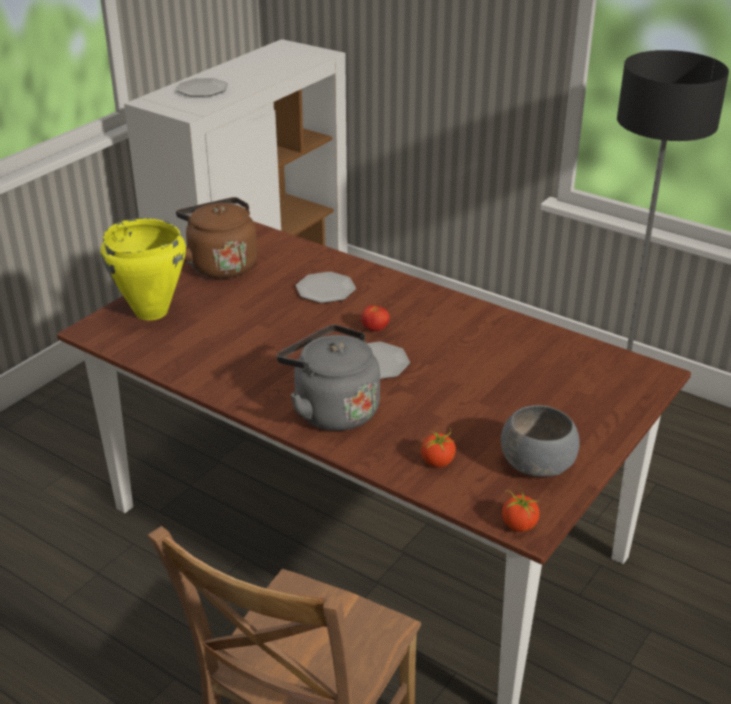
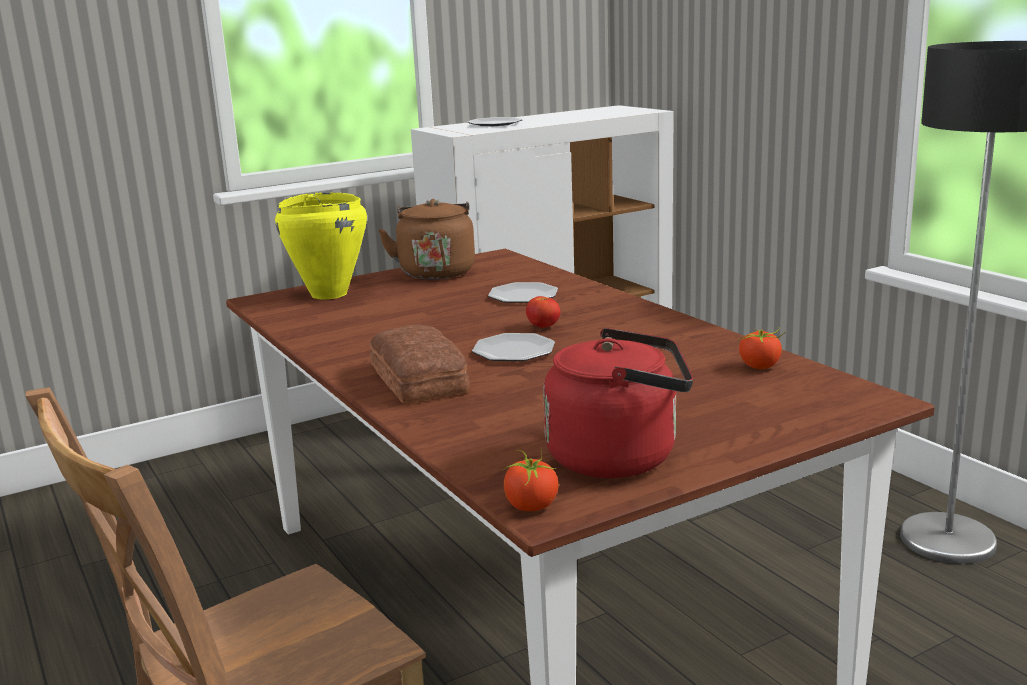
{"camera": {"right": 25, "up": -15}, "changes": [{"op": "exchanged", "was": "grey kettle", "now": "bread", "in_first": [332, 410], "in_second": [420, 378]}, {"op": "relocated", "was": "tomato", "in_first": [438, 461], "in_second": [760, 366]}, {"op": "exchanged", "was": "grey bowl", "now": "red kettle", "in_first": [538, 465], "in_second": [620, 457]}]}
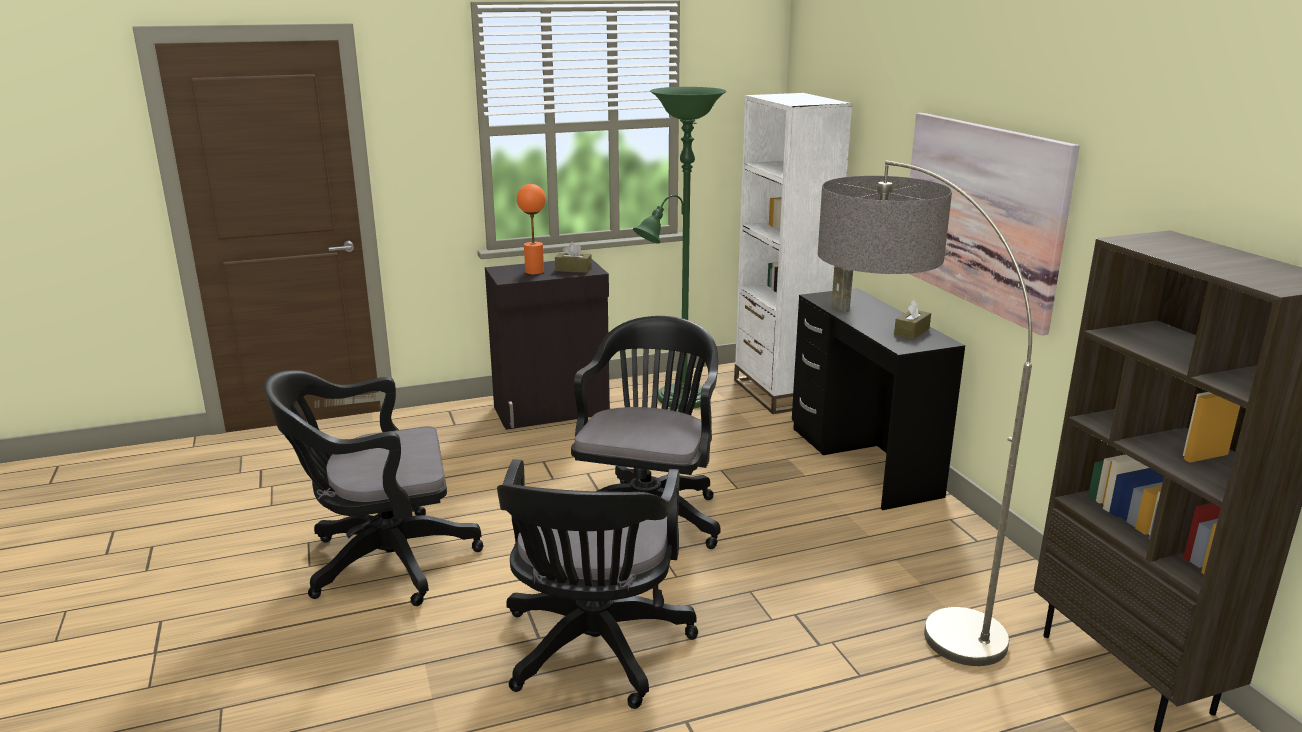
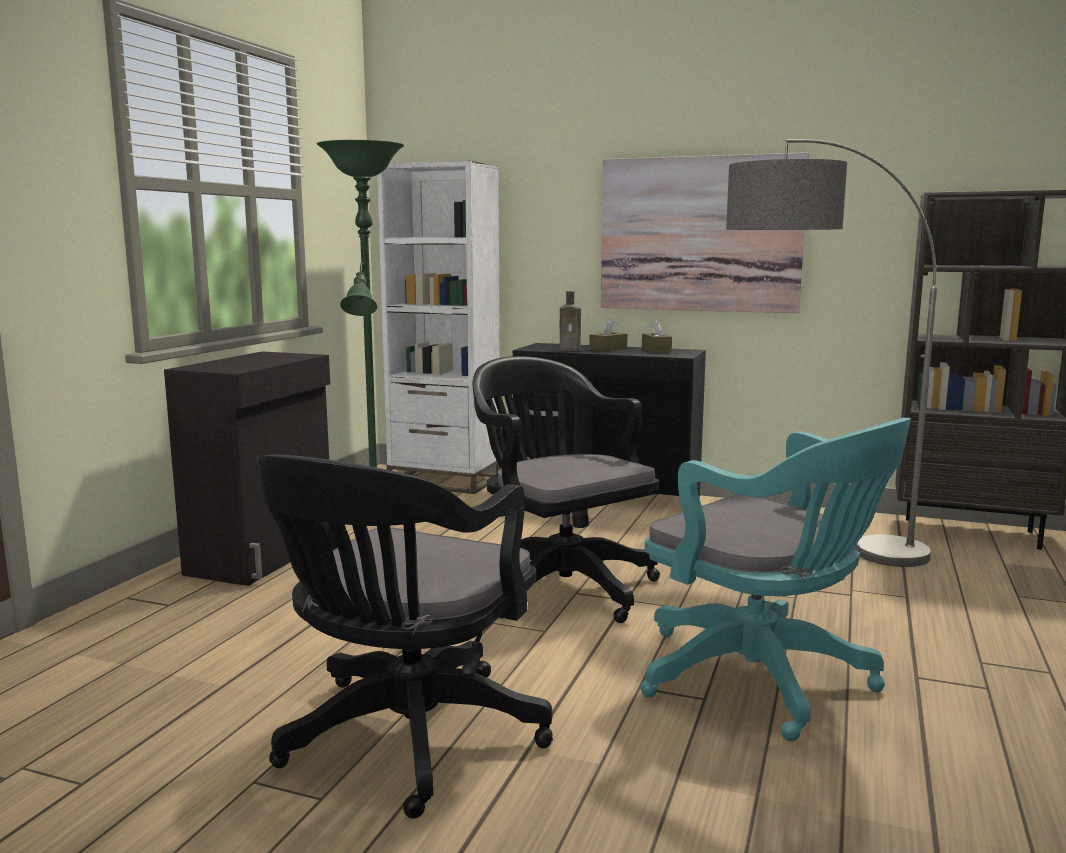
{"camera": {"right": -50, "up": -10}, "changes": [{"op": "colour", "was": "black office chair", "now": "turquoise office chair", "in_first": [594, 652], "in_second": [764, 681]}, {"op": "missing", "was": "orange table lamp", "in_first": [534, 272]}, {"op": "relocated", "was": "brown tissue box", "in_first": [573, 269], "in_second": [608, 349]}]}
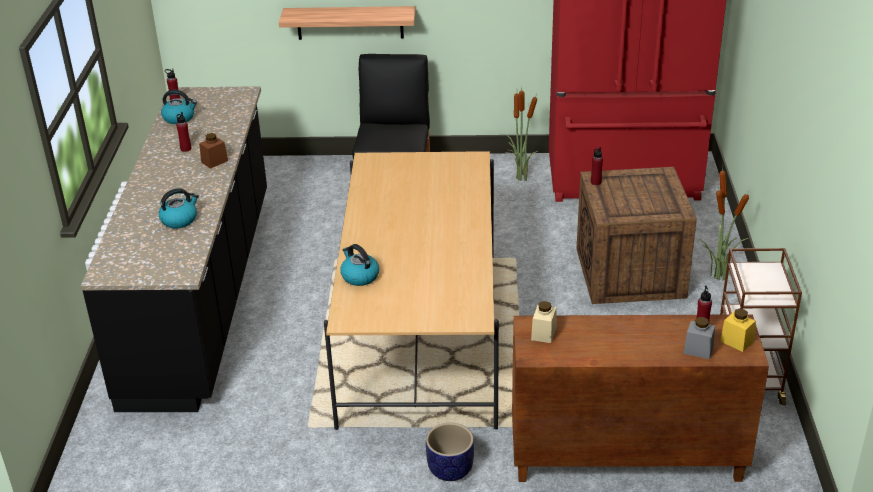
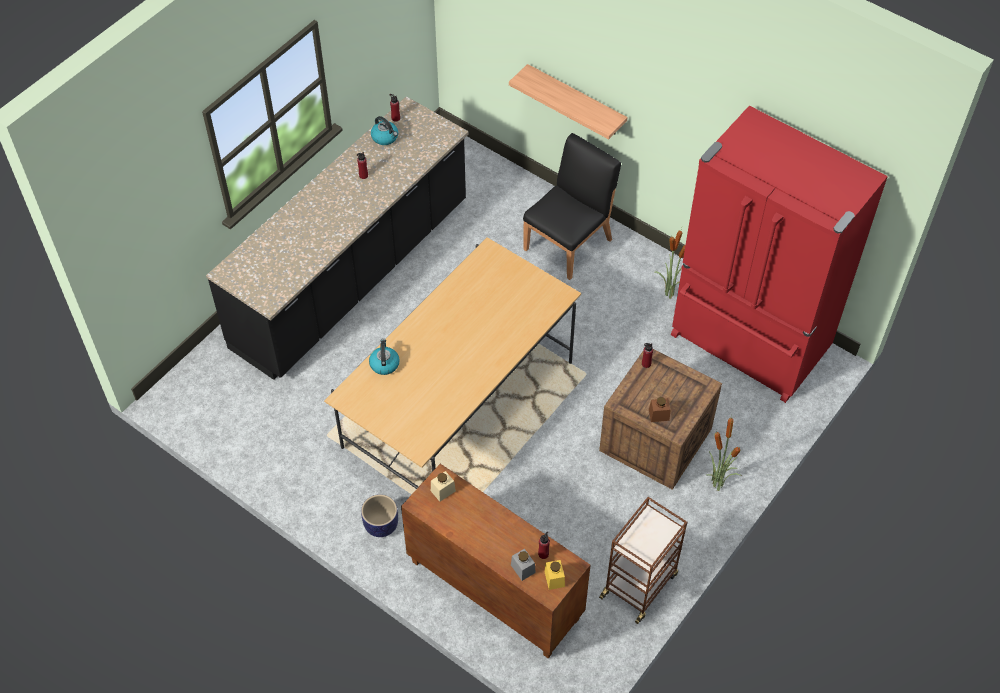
{"camera": {"right": 35, "up": 20}, "changes": [{"op": "missing", "was": "kettle", "in_first": [179, 220]}, {"op": "relocated", "was": "brown jar", "in_first": [214, 161], "in_second": [659, 415]}]}
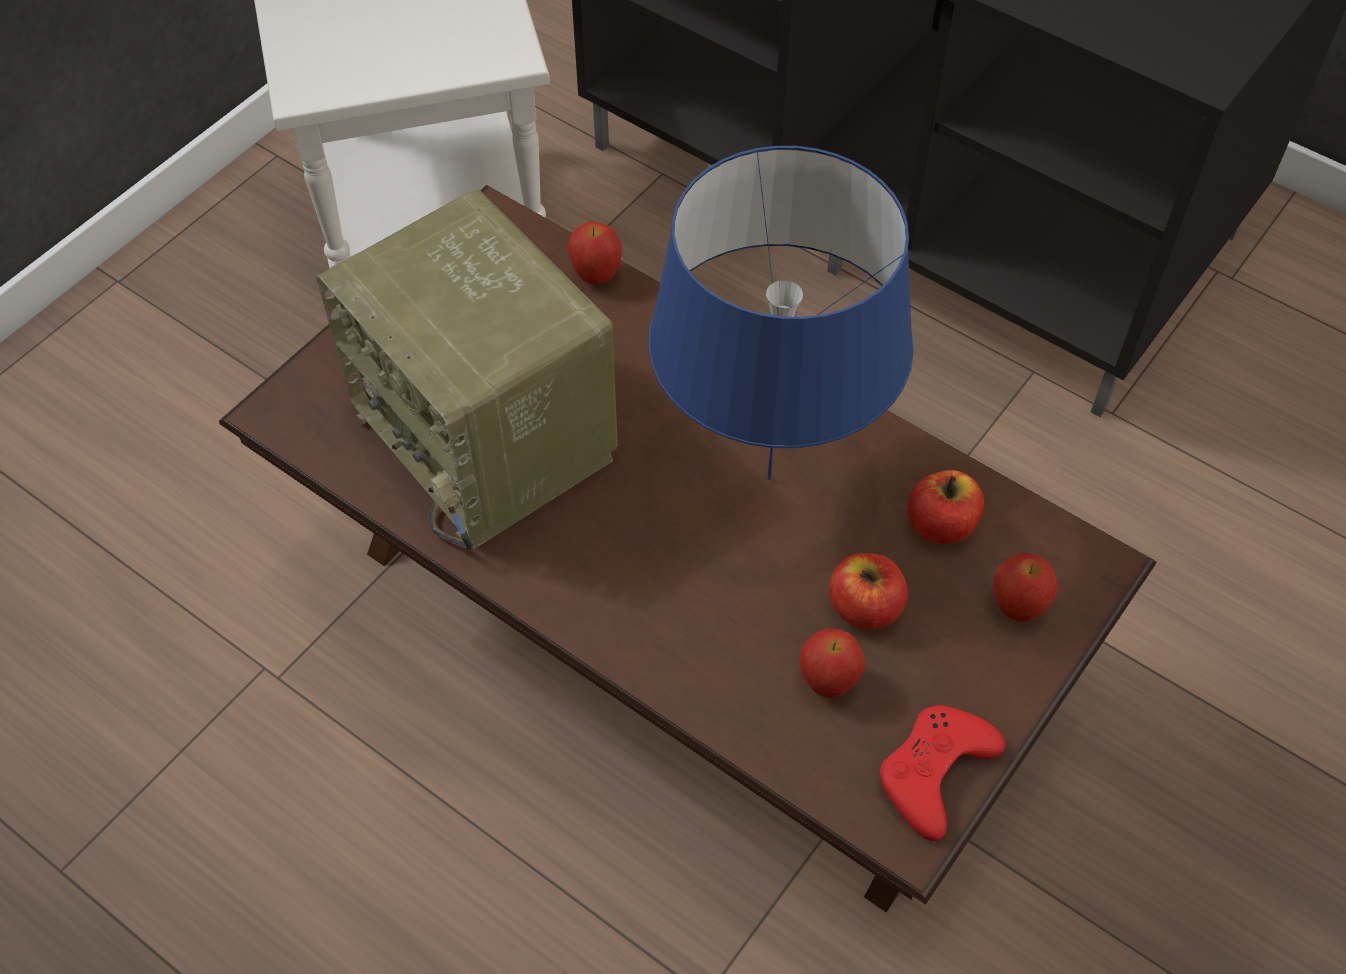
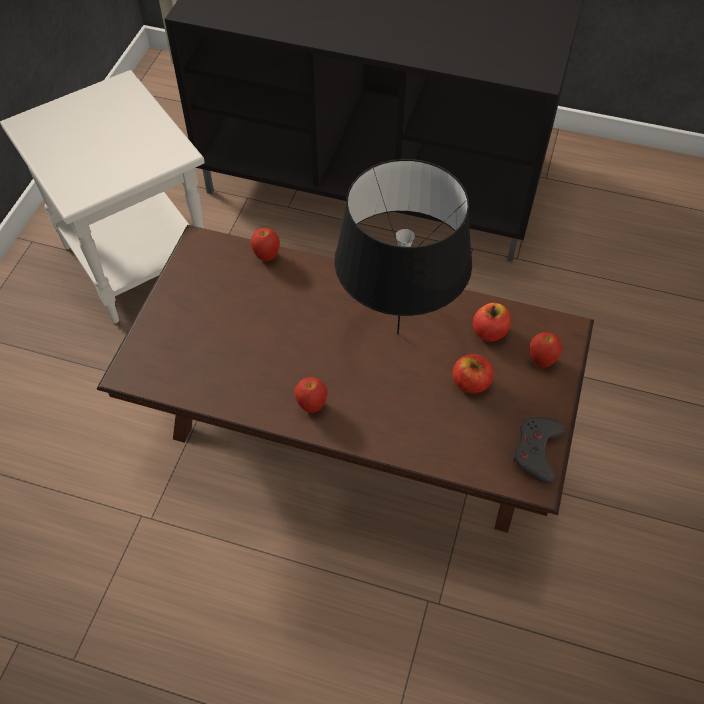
{"camera": {"right": -20, "up": 0}, "changes": [{"op": "missing", "was": "radio", "in_first": [490, 437]}, {"op": "colour", "was": "blue table lamp", "now": "black table lamp", "in_first": [769, 477], "in_second": [398, 333]}, {"op": "relocated", "was": "apple", "in_first": [828, 682], "in_second": [311, 405]}, {"op": "colour", "was": "red game controller", "now": "grey game controller", "in_first": [935, 773], "in_second": [537, 451]}]}
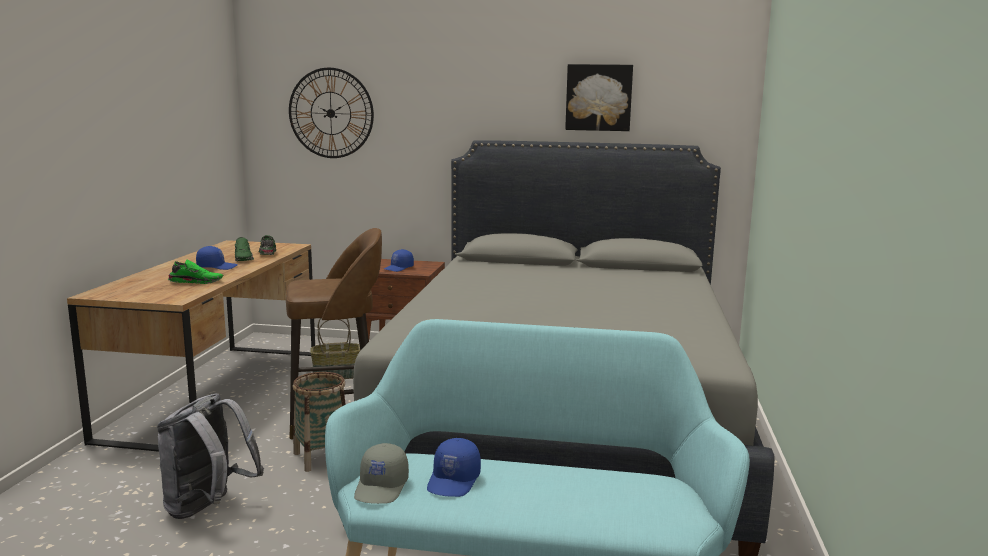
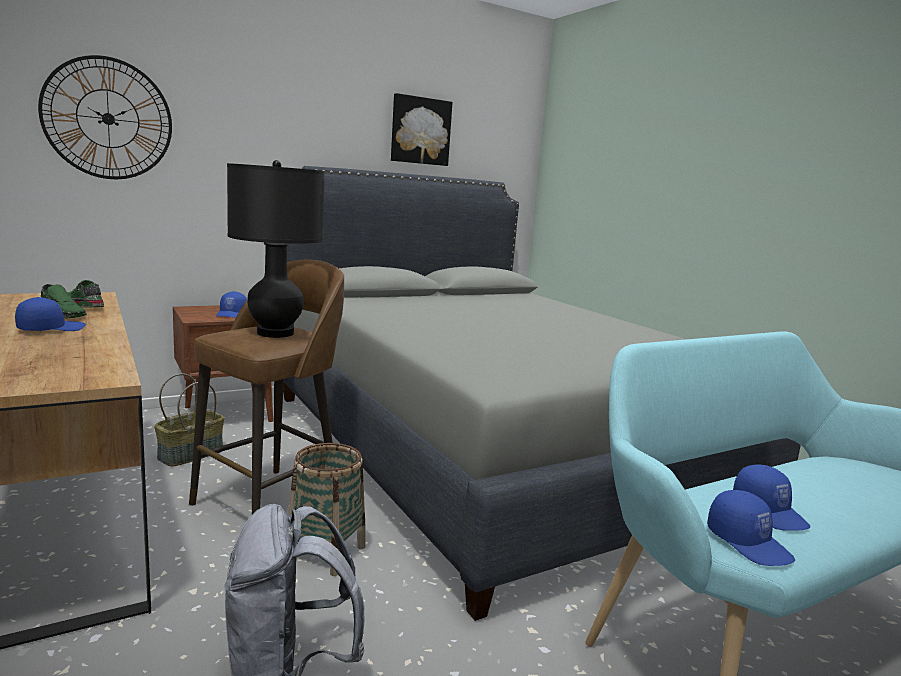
{"camera": {"right": -40, "up": 0}, "changes": [{"op": "missing", "was": "green shoe", "in_first": [196, 282]}, {"op": "colour", "was": "grey cap", "now": "blue cap", "in_first": [382, 487], "in_second": [749, 543]}, {"op": "appeared", "now": "black table lamp", "in_second": [275, 333]}]}
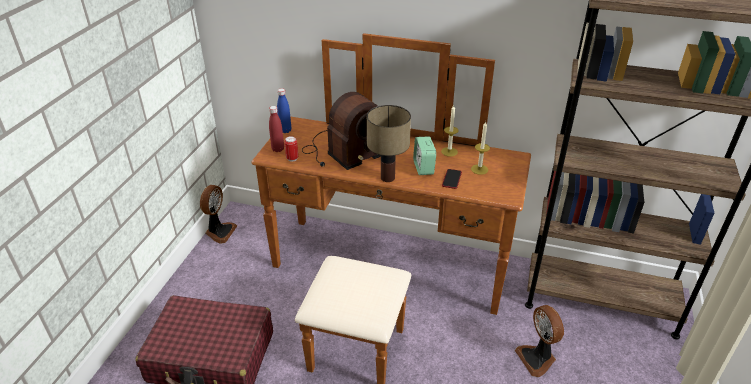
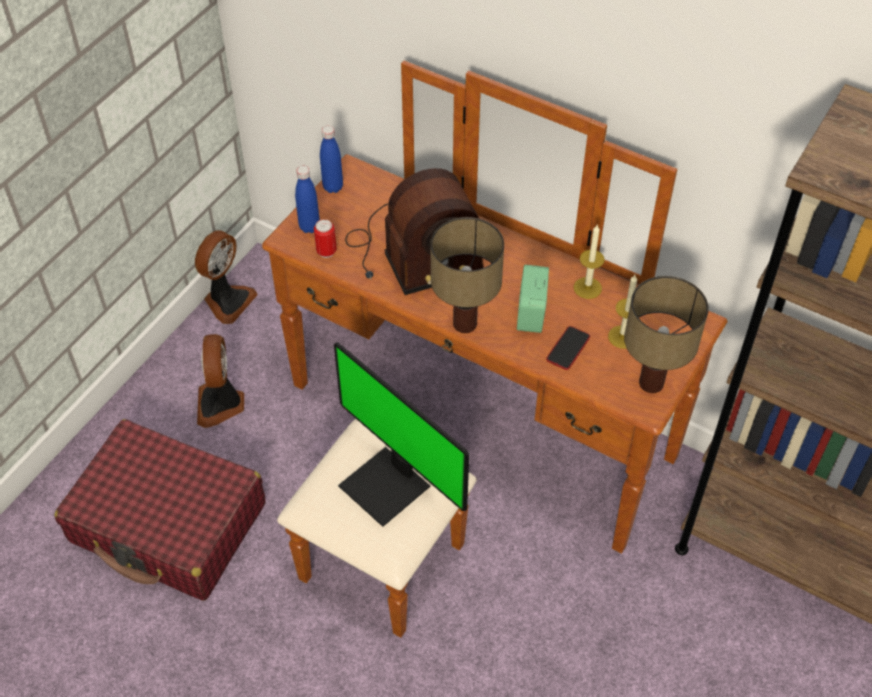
{"camera": {"right": 15, "up": 15}, "changes": [{"op": "colour", "was": "red bottle", "now": "blue bottle", "in_first": [278, 149], "in_second": [309, 227]}, {"op": "relocated", "was": "fan", "in_first": [537, 358], "in_second": [221, 404]}, {"op": "appeared", "now": "monitor", "in_second": [388, 485]}, {"op": "appeared", "now": "table lamp", "in_second": [649, 383]}]}
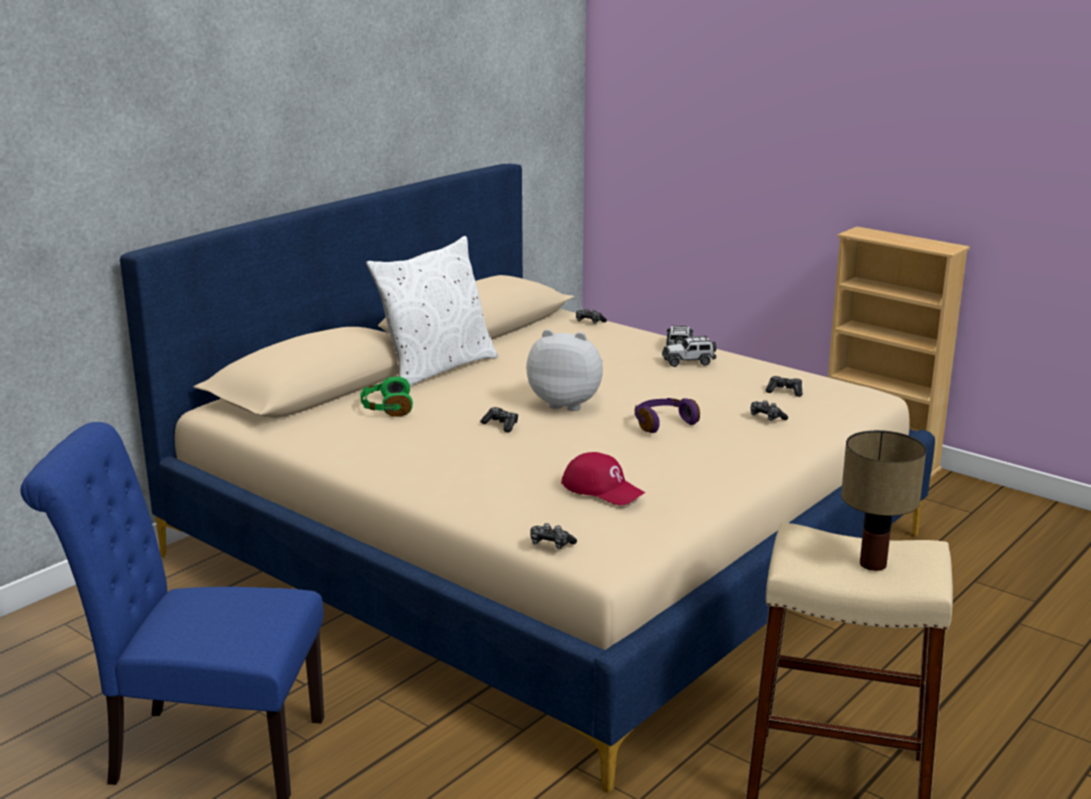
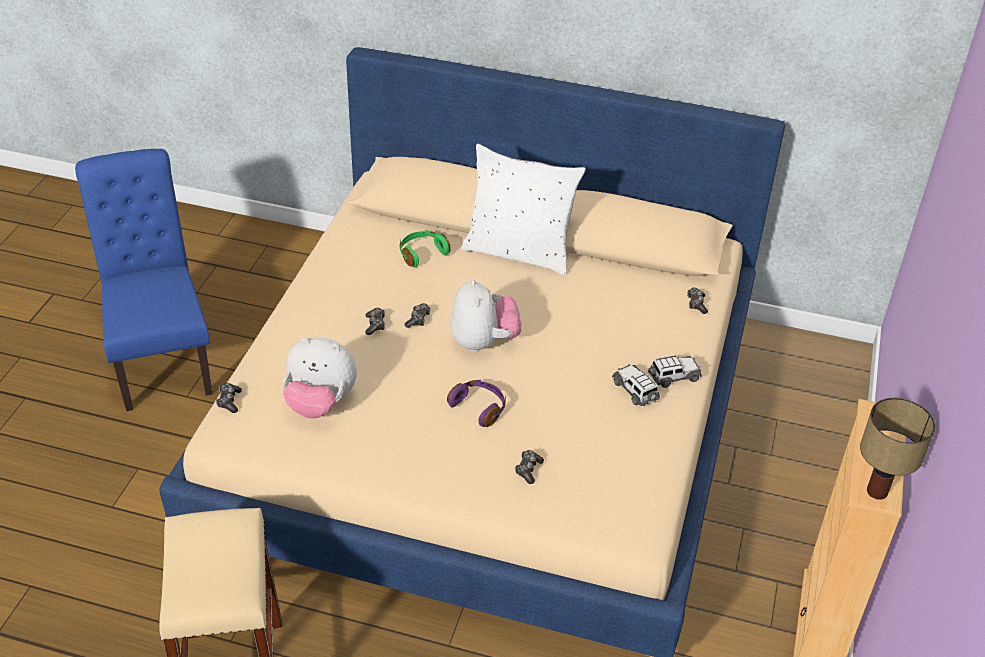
{"camera": {"right": 65, "up": 20}, "changes": [{"op": "exchanged", "was": "red cap", "now": "plush toy", "in_first": [603, 489], "in_second": [320, 403]}, {"op": "relocated", "was": "game controller", "in_first": [784, 391], "in_second": [375, 325]}, {"op": "relocated", "was": "table lamp", "in_first": [872, 563], "in_second": [878, 491]}]}
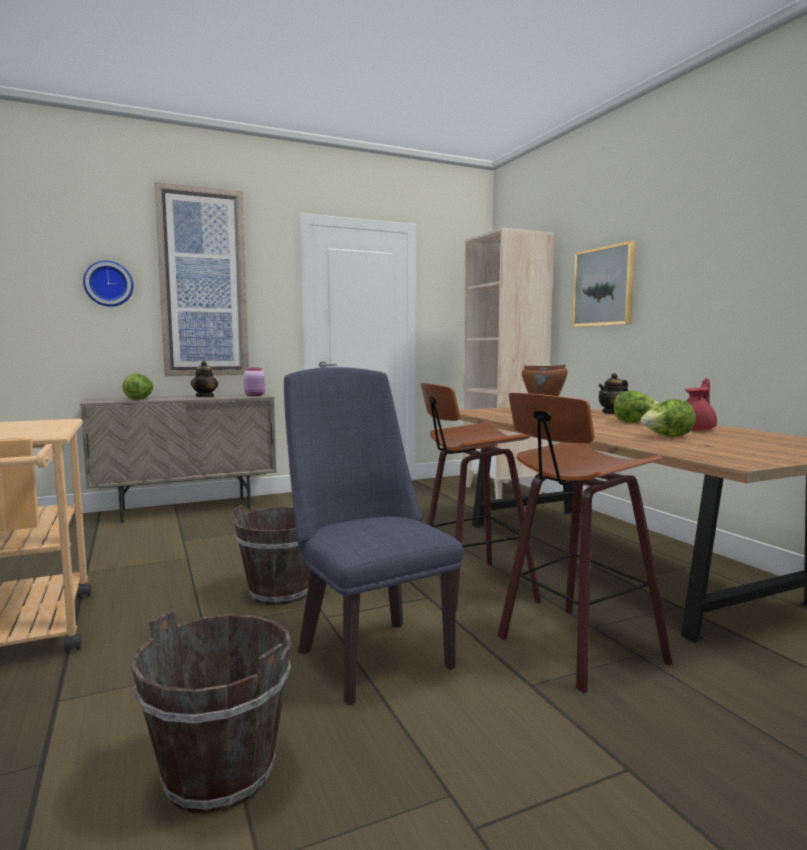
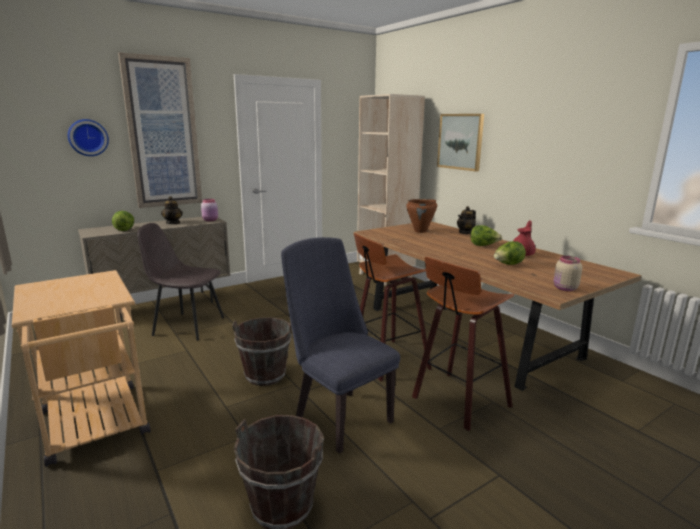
{"camera": {"right": -10, "up": 10}, "changes": [{"op": "appeared", "now": "grey chair", "in_second": [187, 326]}, {"op": "appeared", "now": "beige jar", "in_second": [564, 288]}]}
